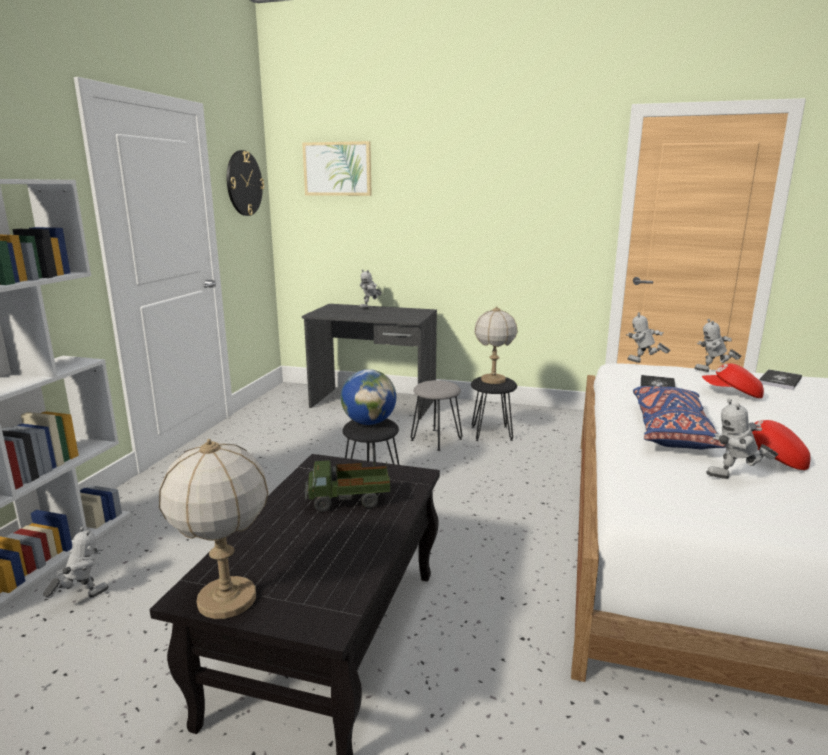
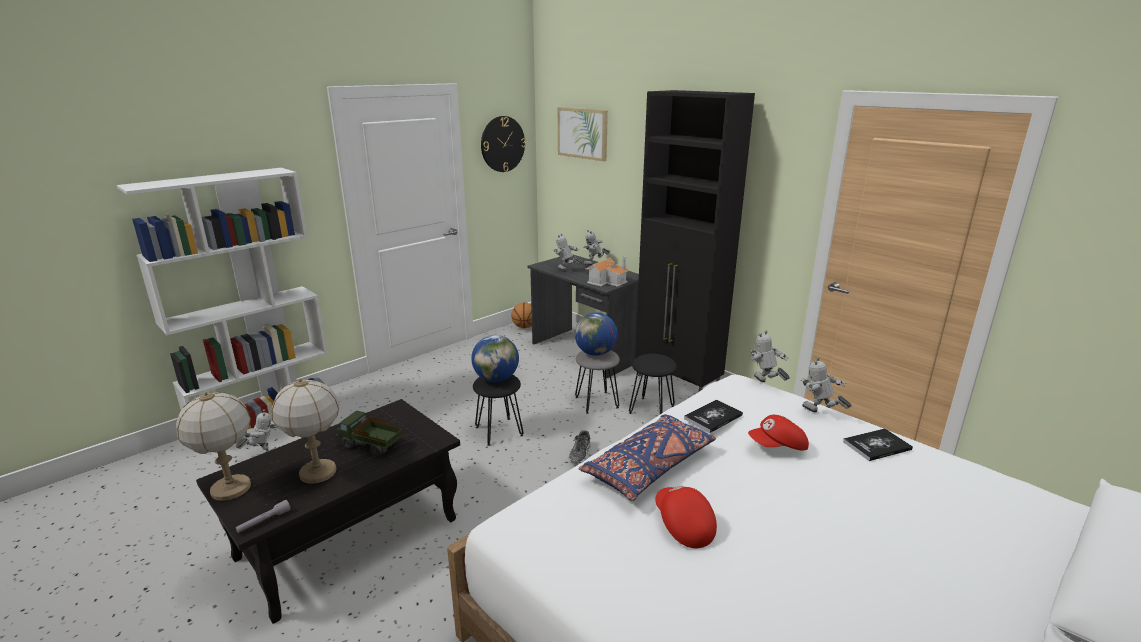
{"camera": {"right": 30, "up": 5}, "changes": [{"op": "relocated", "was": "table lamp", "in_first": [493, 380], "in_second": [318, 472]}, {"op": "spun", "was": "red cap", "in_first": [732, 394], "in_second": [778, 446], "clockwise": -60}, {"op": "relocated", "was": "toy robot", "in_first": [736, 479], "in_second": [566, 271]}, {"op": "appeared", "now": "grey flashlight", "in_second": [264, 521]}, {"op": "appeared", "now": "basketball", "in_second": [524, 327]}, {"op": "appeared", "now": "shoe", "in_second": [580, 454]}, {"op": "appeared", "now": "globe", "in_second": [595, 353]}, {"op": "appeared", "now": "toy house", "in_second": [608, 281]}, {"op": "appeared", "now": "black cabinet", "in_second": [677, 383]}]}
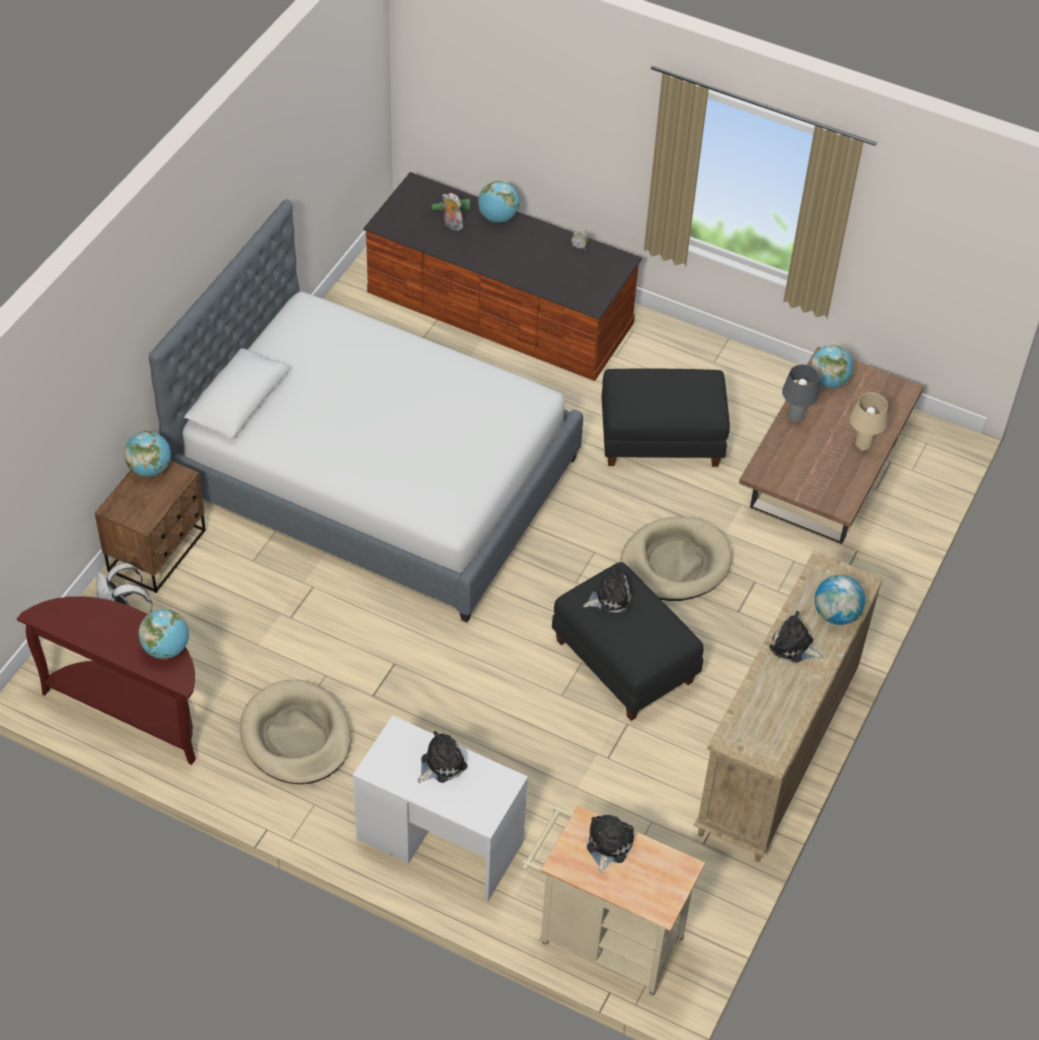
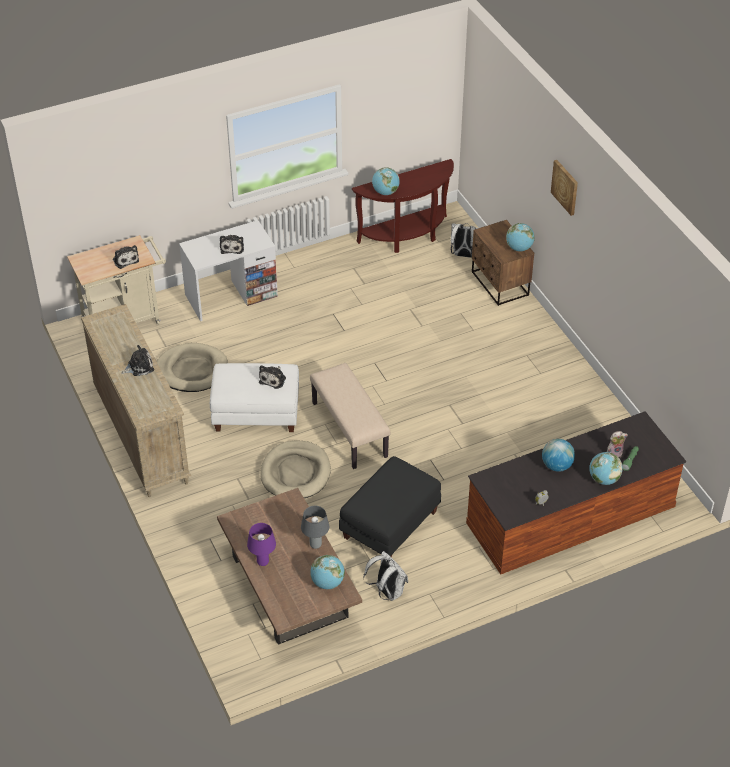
{"camera": {"right": 130, "up": -5}, "changes": [{"op": "missing", "was": "bed", "in_first": [376, 476]}, {"op": "relocated", "was": "beige dog bed", "in_first": [296, 736], "in_second": [192, 370]}, {"op": "colour", "was": "black ottoman", "now": "white ottoman", "in_first": [622, 661], "in_second": [257, 412]}, {"op": "relocated", "was": "globe", "in_first": [836, 614], "in_second": [556, 466]}, {"op": "colour", "was": "beige table lamp", "now": "purple table lamp", "in_first": [863, 446], "in_second": [262, 562]}, {"op": "appeared", "now": "beige bench", "in_second": [350, 430]}, {"op": "appeared", "now": "white backpack", "in_second": [387, 592]}, {"op": "appeared", "now": "picture", "in_second": [565, 187]}]}
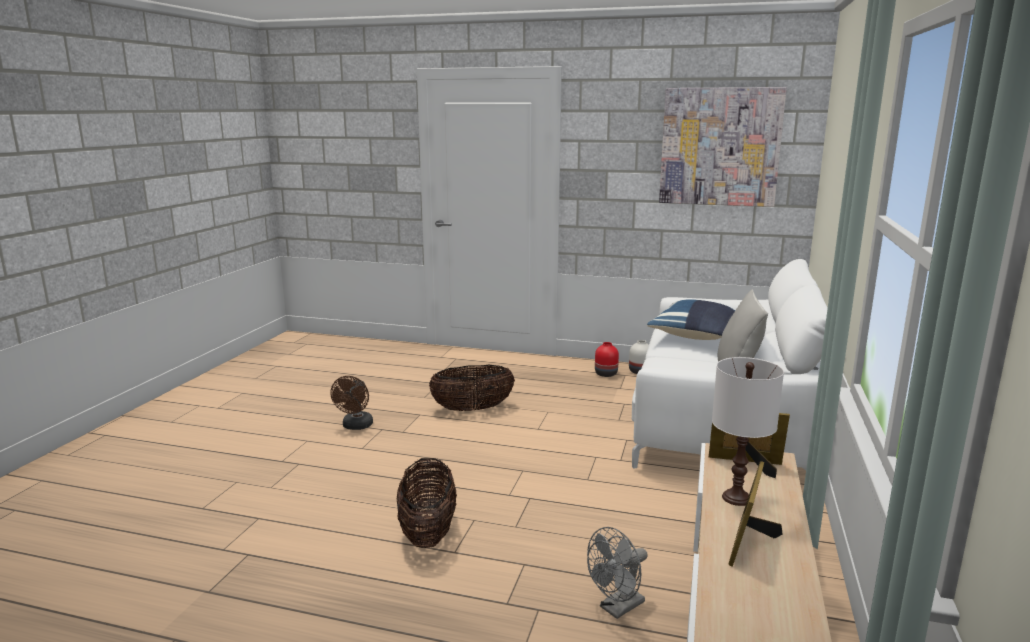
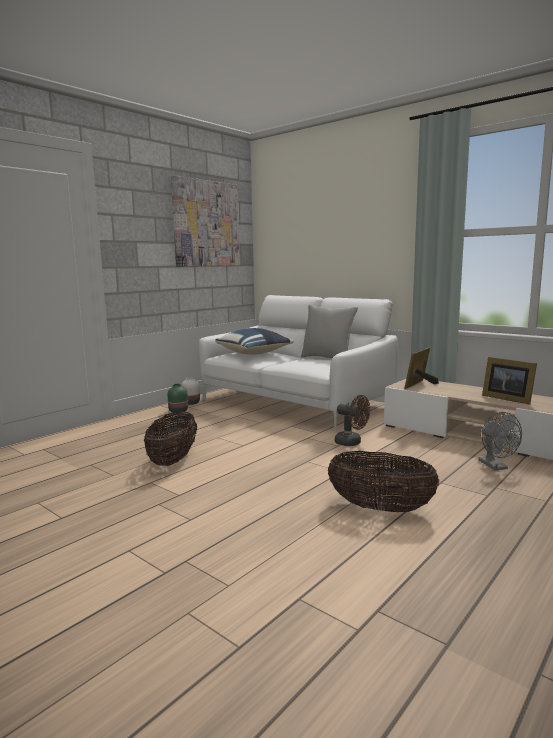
{"camera": {"right": -65, "up": -5}, "changes": [{"op": "relocated", "was": "brown fan", "in_first": [356, 426], "in_second": [352, 443]}, {"op": "colour", "was": "red vase", "now": "green vase", "in_first": [606, 374], "in_second": [179, 411]}, {"op": "missing", "was": "white table lamp", "in_first": [736, 498]}]}
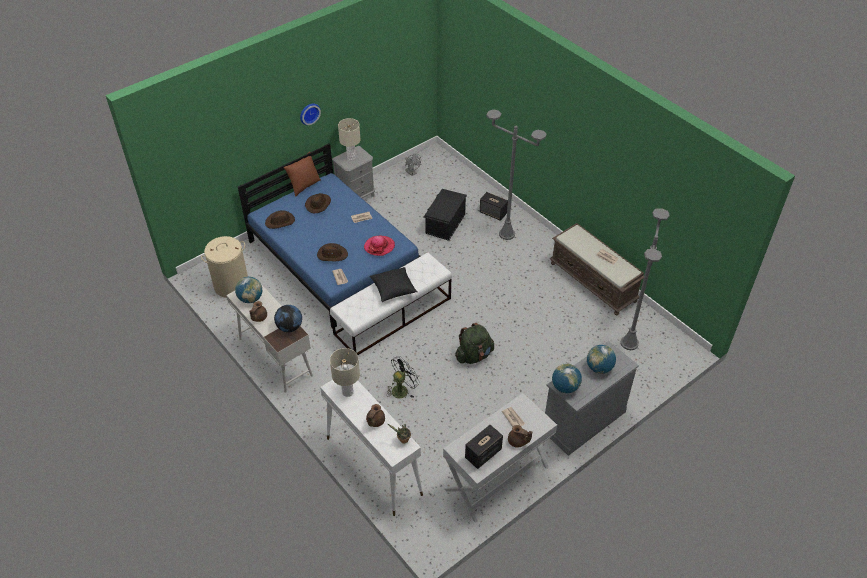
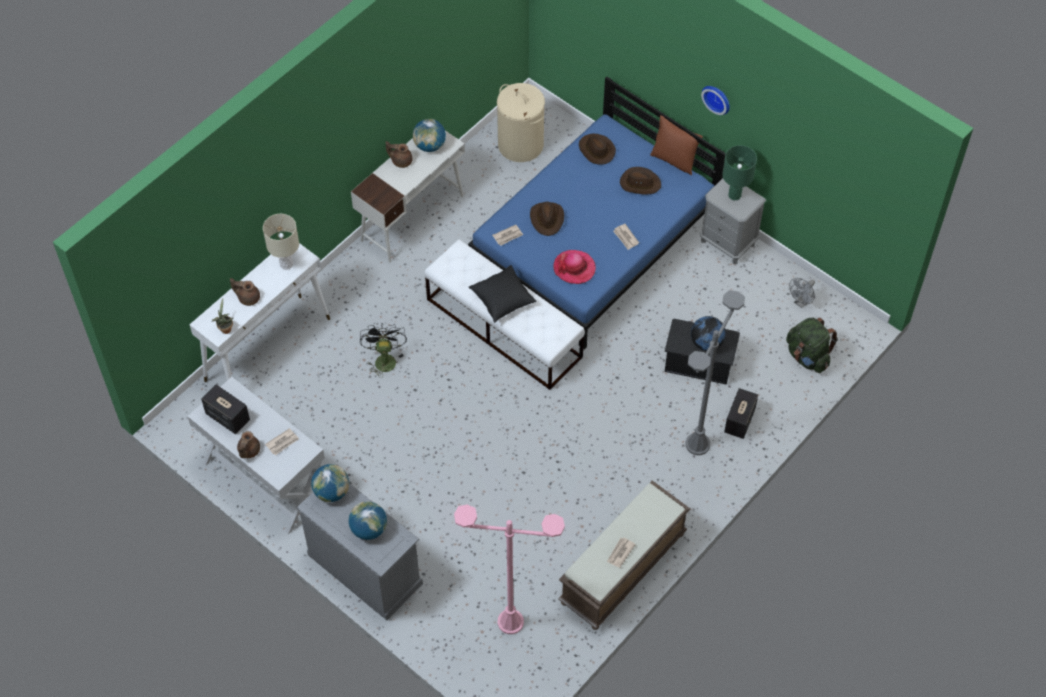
{"camera": {"right": 80, "up": 10}, "changes": [{"op": "relocated", "was": "globe", "in_first": [289, 327], "in_second": [706, 343]}, {"op": "colour", "was": "beige table lamp", "now": "green table lamp", "in_first": [351, 157], "in_second": [734, 195]}, {"op": "spun", "was": "black fan", "in_first": [402, 389], "in_second": [384, 359], "clockwise": -135}, {"op": "relocated", "was": "green backpack", "in_first": [474, 355], "in_second": [807, 356]}, {"op": "colour", "was": "grey floor lamp", "now": "pink floor lamp", "in_first": [629, 343], "in_second": [511, 622]}]}
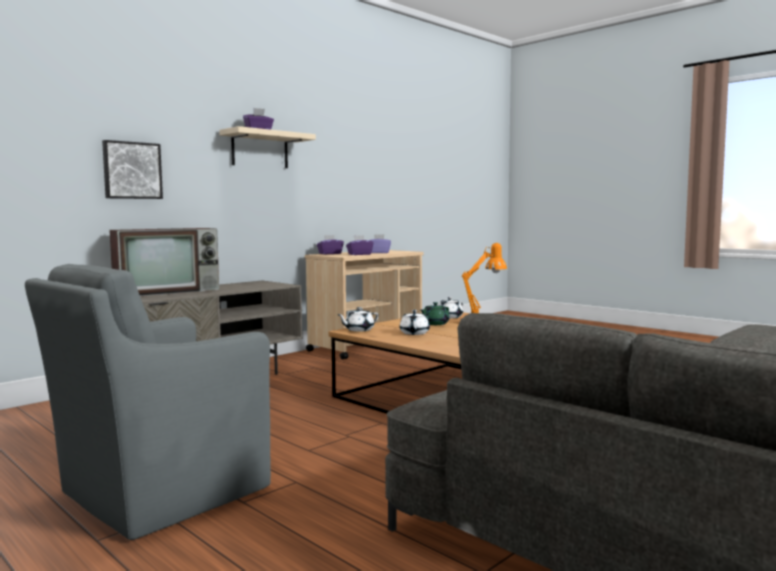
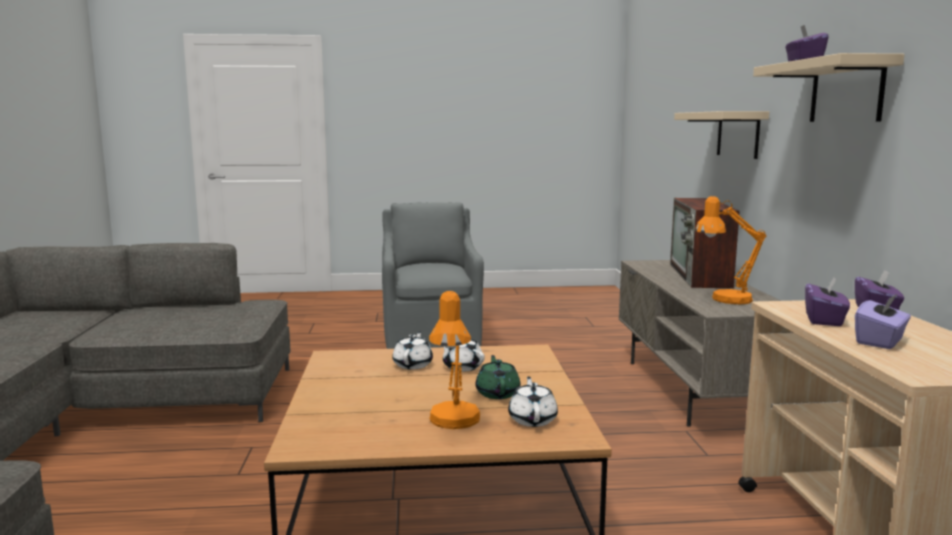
{"camera": {"right": 130, "up": 5}, "changes": [{"op": "exchanged", "was": "picture", "now": "beige shelf", "in_first": [132, 170], "in_second": [738, 134]}, {"op": "relocated", "was": "white teapot", "in_first": [358, 330], "in_second": [413, 364]}, {"op": "appeared", "now": "orange table lamp", "in_second": [724, 300]}]}
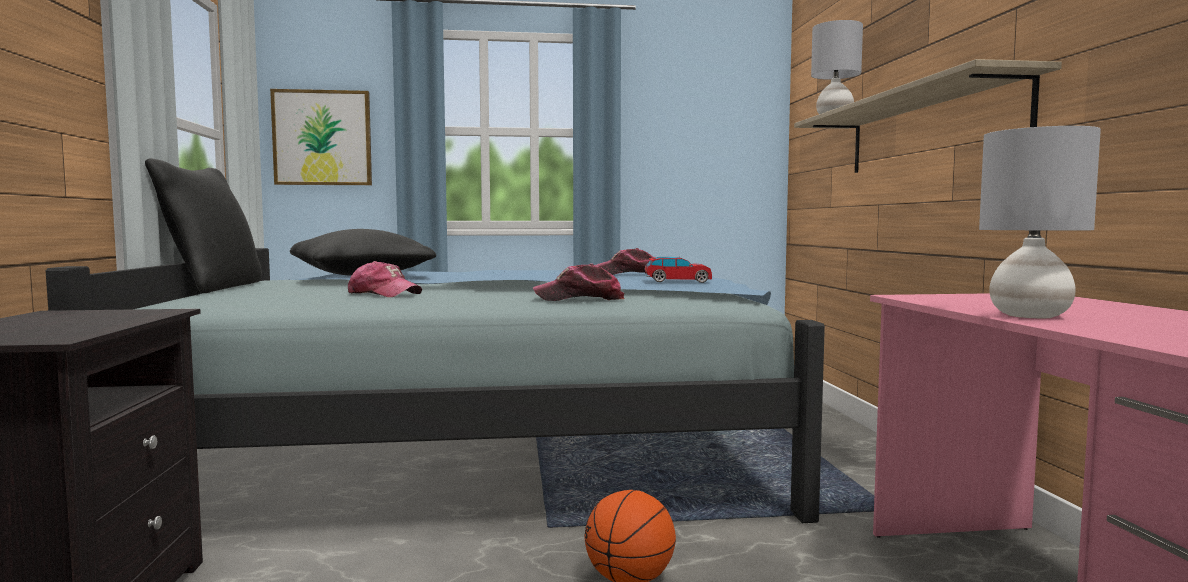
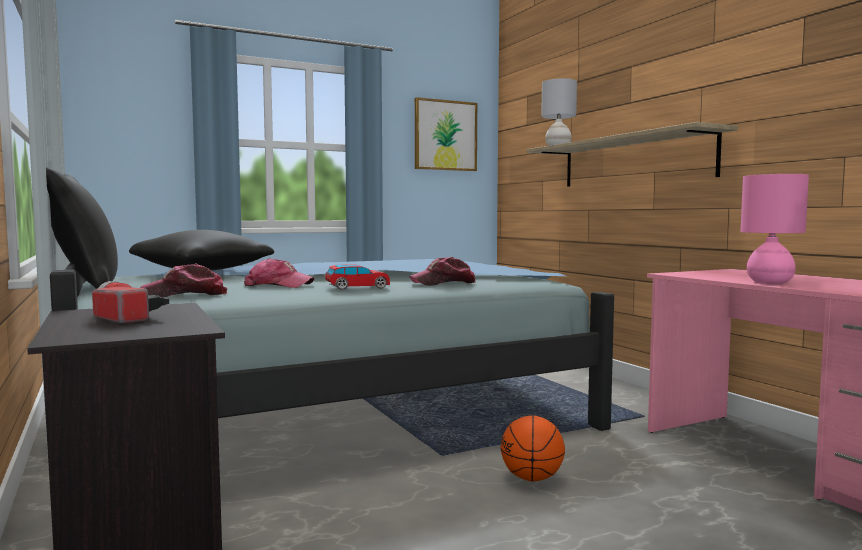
{"camera": {"right": -20, "up": 0}, "changes": [{"op": "relocated", "was": "picture", "in_first": [322, 138], "in_second": [445, 135]}, {"op": "relocated", "was": "cap", "in_first": [628, 274], "in_second": [186, 295]}, {"op": "relocated", "was": "toy car", "in_first": [677, 281], "in_second": [357, 287]}, {"op": "colour", "was": "grey table lamp", "now": "pink table lamp", "in_first": [1028, 315], "in_second": [769, 282]}, {"op": "appeared", "now": "flashlight", "in_second": [124, 317]}]}
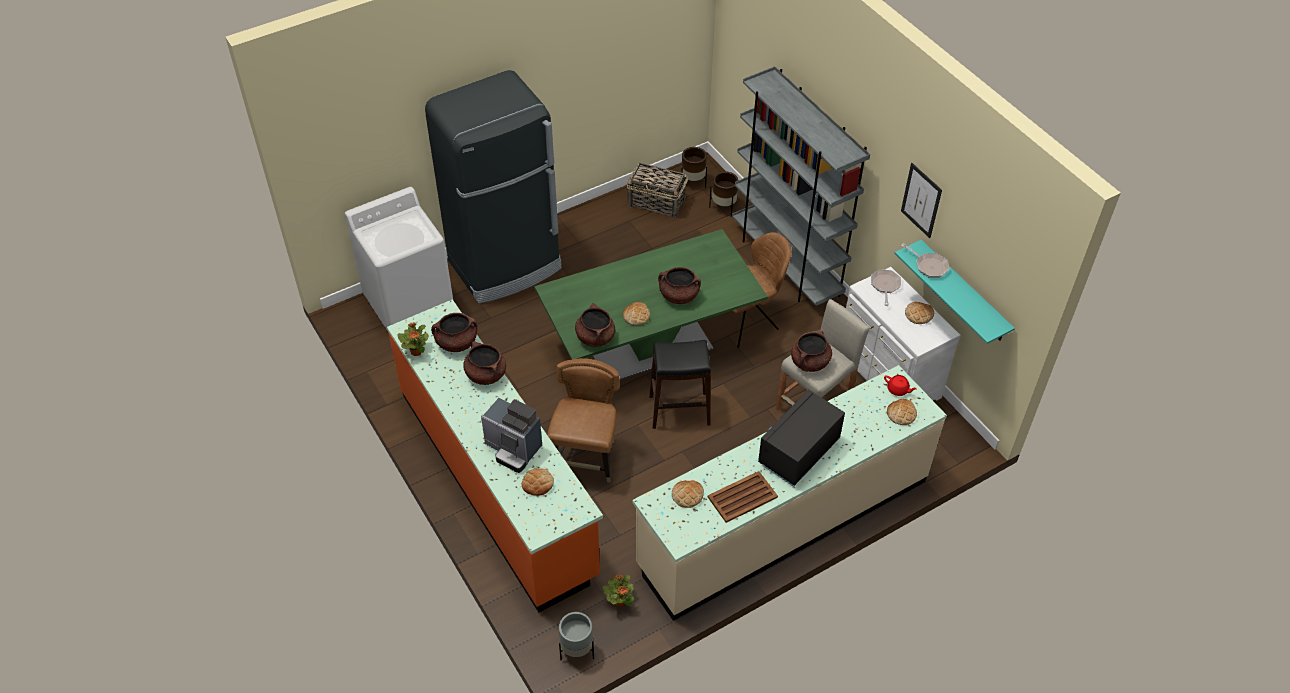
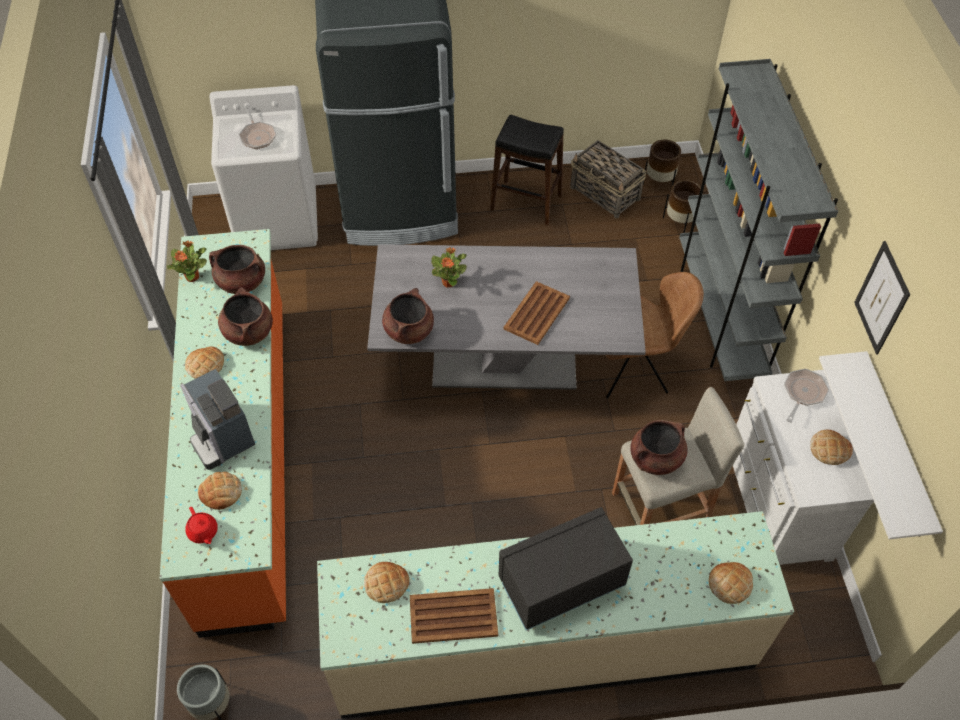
{"camera": {"right": 25, "up": 5}, "changes": [{"op": "colour", "was": "green dining table", "now": "grey dining table", "in_first": [650, 347], "in_second": [504, 361]}, {"op": "missing", "was": "brown chair", "in_first": [587, 458]}, {"op": "relocated", "was": "potted plant", "in_first": [619, 601], "in_second": [449, 282]}, {"op": "relocated", "was": "bread", "in_first": [636, 316], "in_second": [205, 365]}, {"op": "relocated", "was": "black stool", "in_first": [679, 410], "in_second": [526, 202]}, {"op": "exchanged", "was": "brown cooking pot", "now": "brown tray", "in_first": [679, 296], "in_second": [536, 314]}, {"op": "relocated", "was": "red teapot", "in_first": [898, 390], "in_second": [203, 532]}, {"op": "colour", "was": "turquoise shelf", "now": "white shelf", "in_first": [963, 292], "in_second": [895, 447]}, {"op": "relocated", "was": "frying pan", "in_first": [929, 266], "in_second": [257, 136]}]}
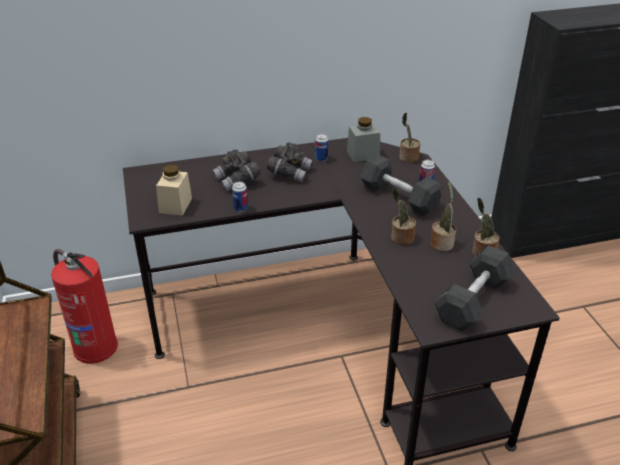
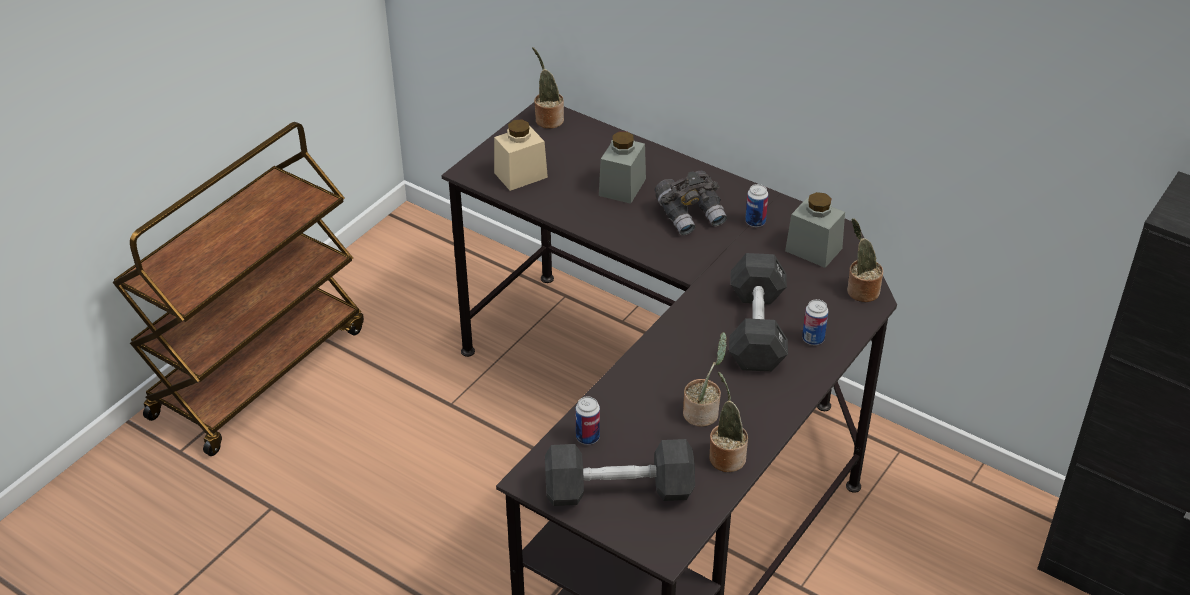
{"camera": {"right": 50, "up": 5}, "changes": [{"op": "missing", "was": "fire extinguisher", "in_first": [95, 346]}, {"op": "exchanged", "was": "grey binoculars", "now": "grey jar", "in_first": [237, 180], "in_second": [622, 187]}, {"op": "relocated", "was": "can", "in_first": [240, 209], "in_second": [587, 437]}, {"op": "relocated", "was": "potted plant", "in_first": [400, 238], "in_second": [547, 119]}]}
